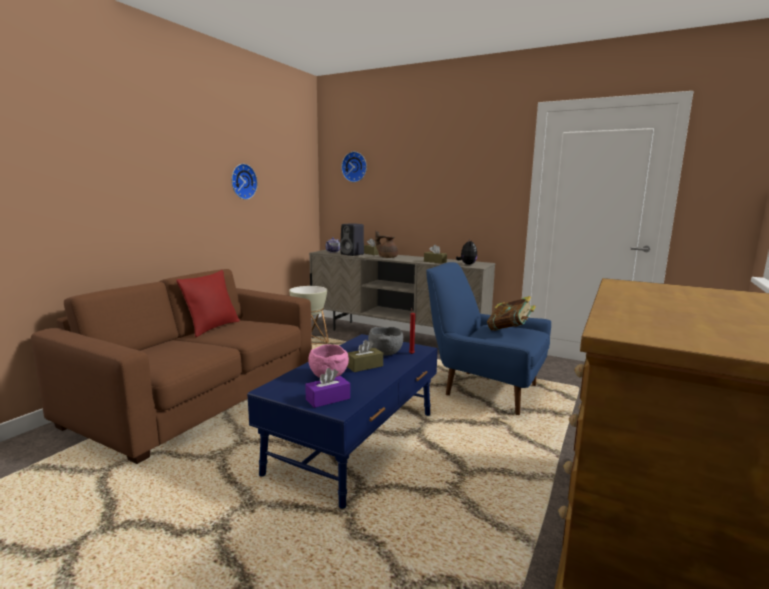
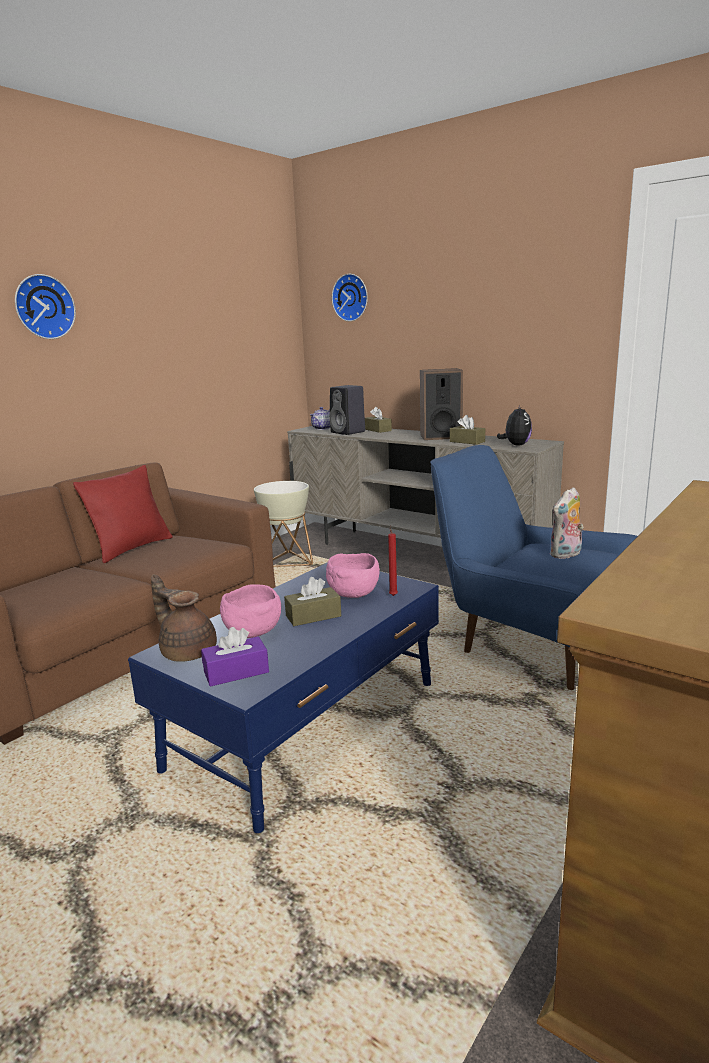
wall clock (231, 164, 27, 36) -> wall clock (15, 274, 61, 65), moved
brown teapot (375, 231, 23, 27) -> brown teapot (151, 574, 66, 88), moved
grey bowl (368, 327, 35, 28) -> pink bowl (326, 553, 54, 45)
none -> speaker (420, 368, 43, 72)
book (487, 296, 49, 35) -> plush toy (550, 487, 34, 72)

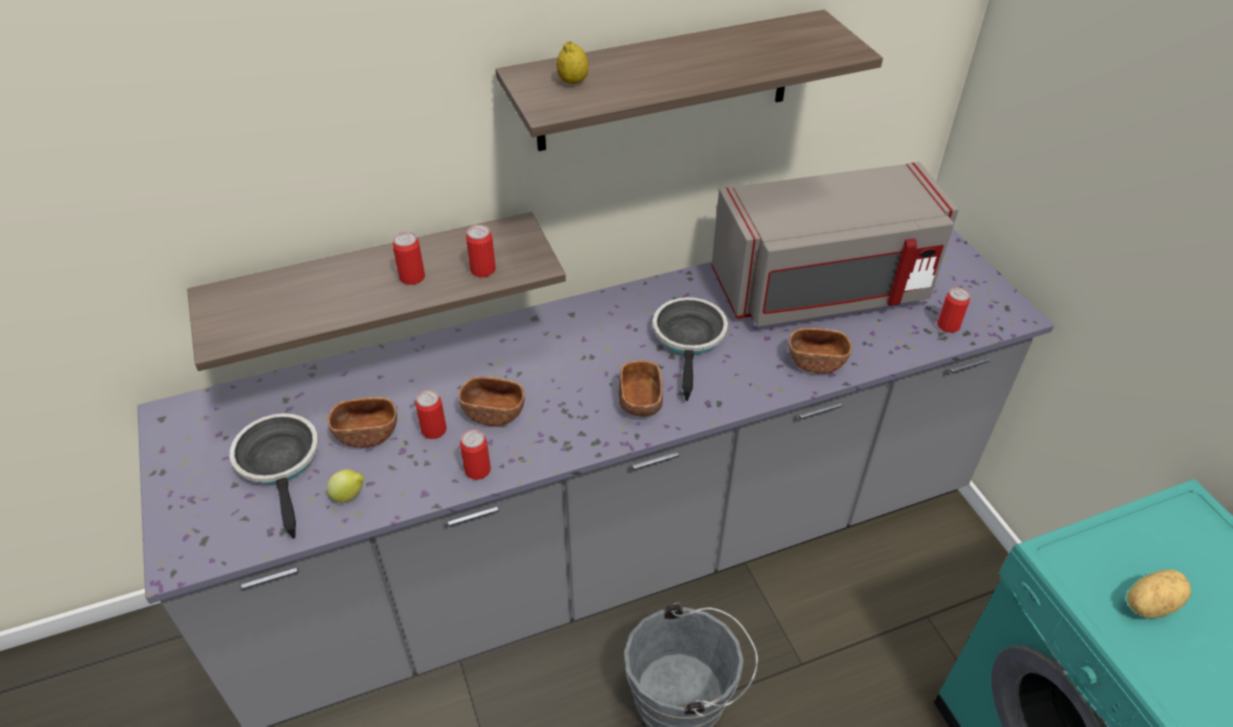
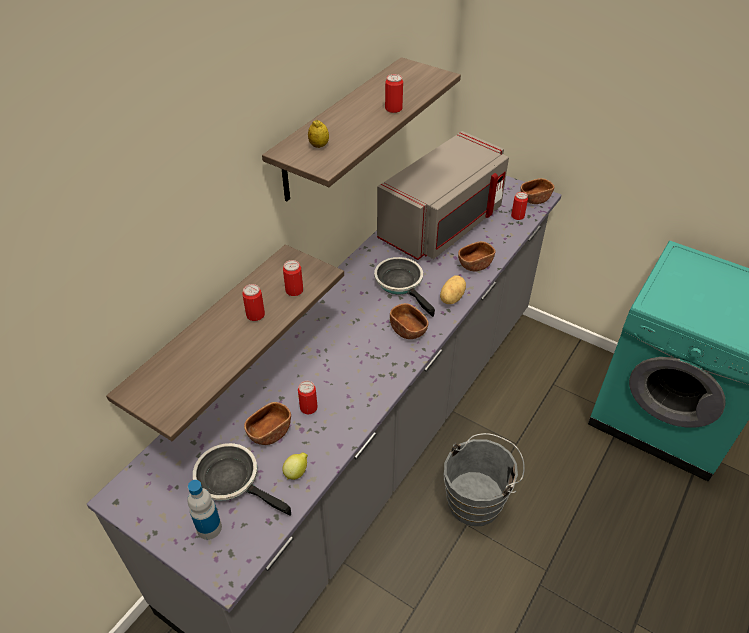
none -> bottle (188, 480, 34, 60)
can (460, 429, 31, 51) -> can (385, 74, 18, 39), moved
potato (1127, 570, 64, 48) -> potato (440, 276, 26, 28), moved
brown bowl (458, 377, 67, 49) -> brown bowl (521, 178, 33, 26), moved

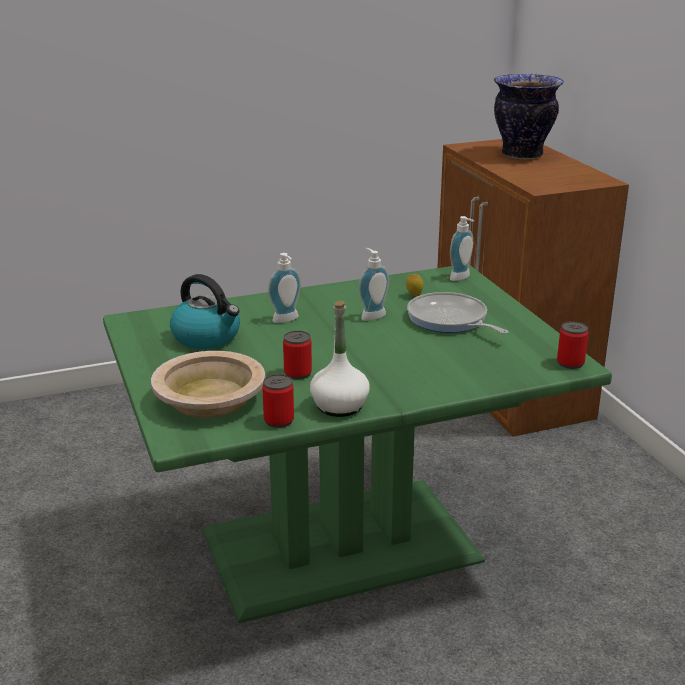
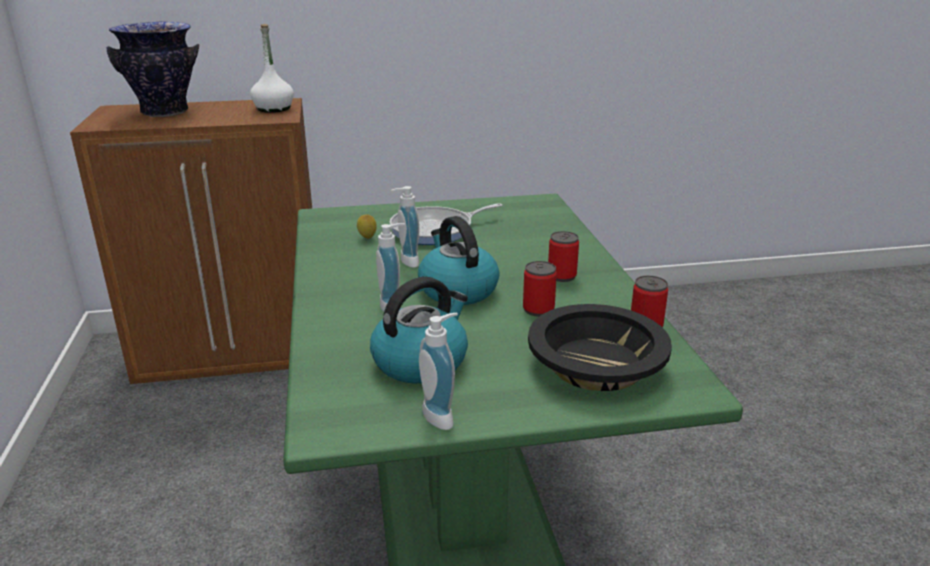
white bottle (310, 301, 60, 116) -> white bottle (250, 24, 44, 89), moved
none -> kettle (418, 216, 82, 89)
soap dispenser (450, 216, 24, 65) -> soap dispenser (419, 313, 39, 117), moved
beige bowl (151, 351, 114, 67) -> black bowl (528, 304, 144, 87)
can (557, 321, 32, 48) -> can (548, 231, 31, 51), moved

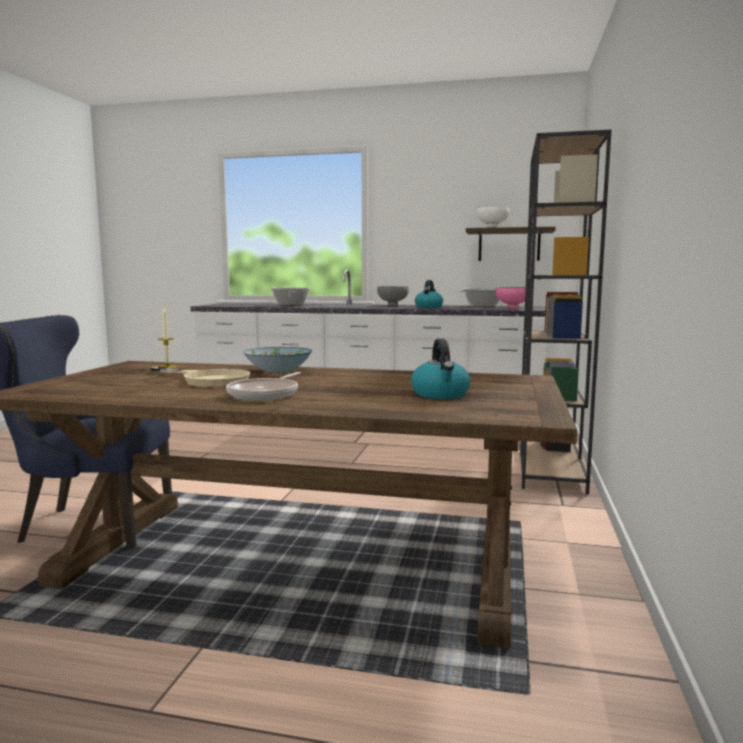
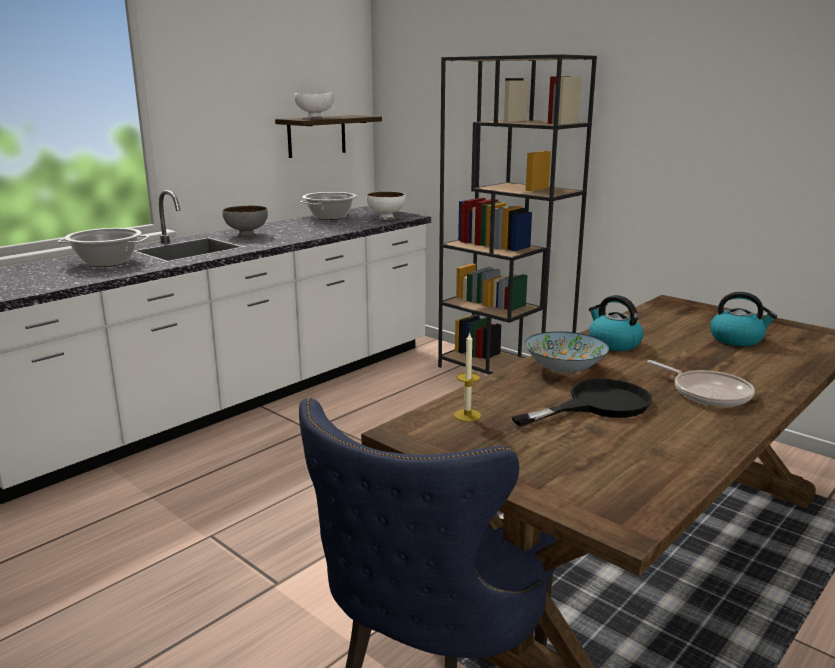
pink bowl (496, 287, 30, 22) -> white bowl (367, 191, 39, 29)
beige frying pan (150, 367, 100, 20) -> black frying pan (512, 379, 140, 47)
kettle (415, 280, 28, 28) -> kettle (589, 295, 54, 56), moved

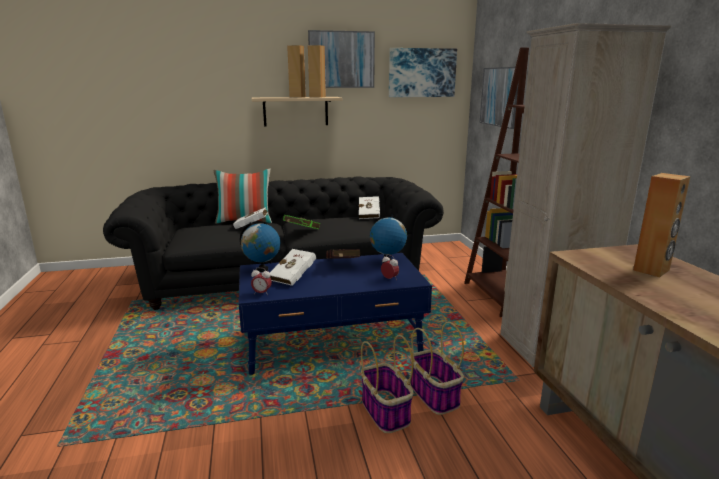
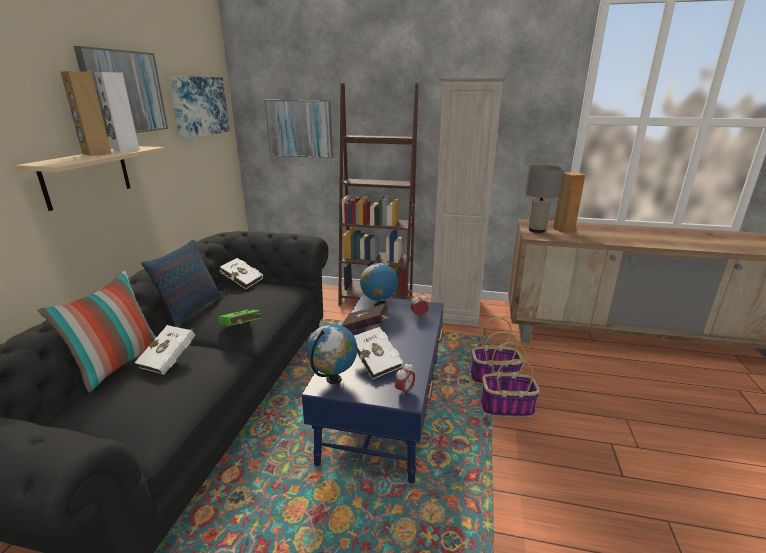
brown speaker (308, 45, 18, 53) -> white speaker (95, 72, 45, 80)
none -> blue pillow (141, 240, 82, 88)
none -> grey table lamp (525, 165, 39, 68)

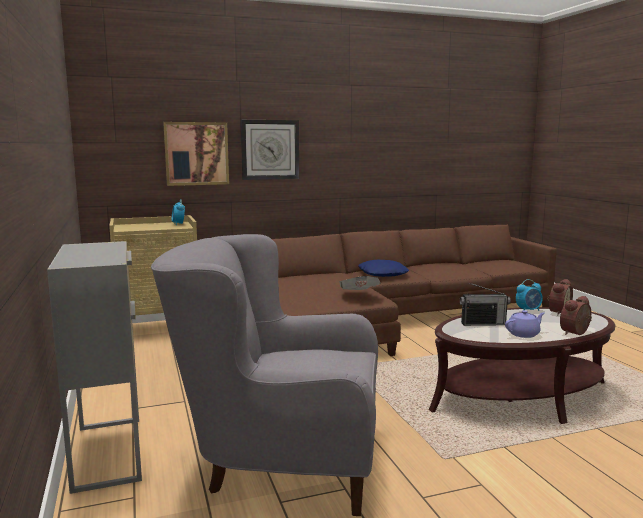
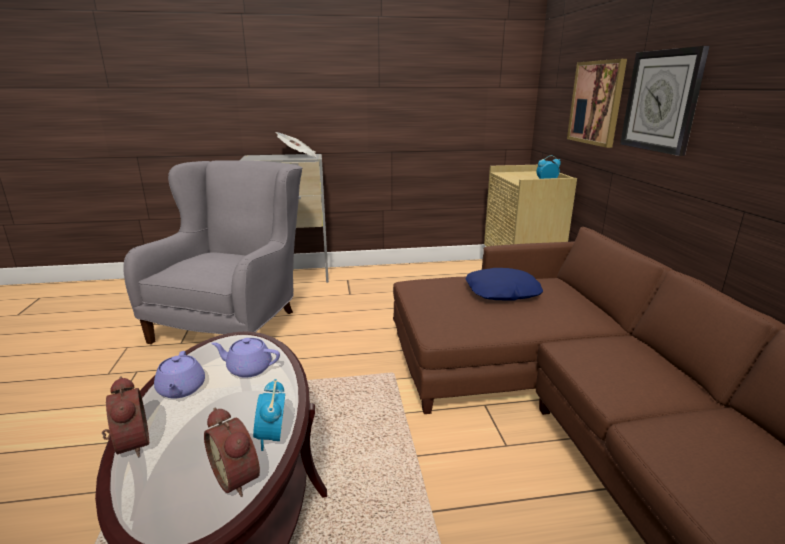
radio (460, 283, 51, 43) -> purple teapot (211, 338, 69, 40)
newspaper (339, 276, 42, 14) -> newspaper (276, 132, 40, 25), moved
blue pillow (358, 260, 51, 17) -> blue pillow (465, 268, 78, 33), moved

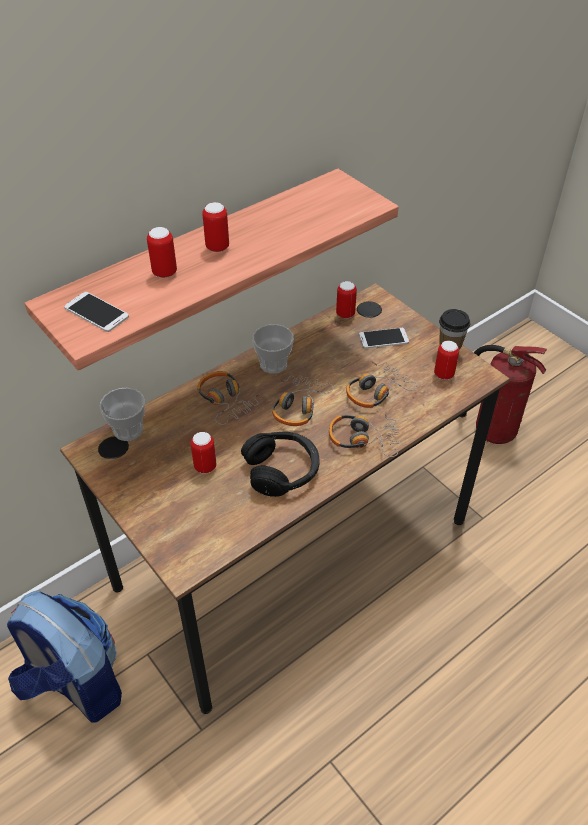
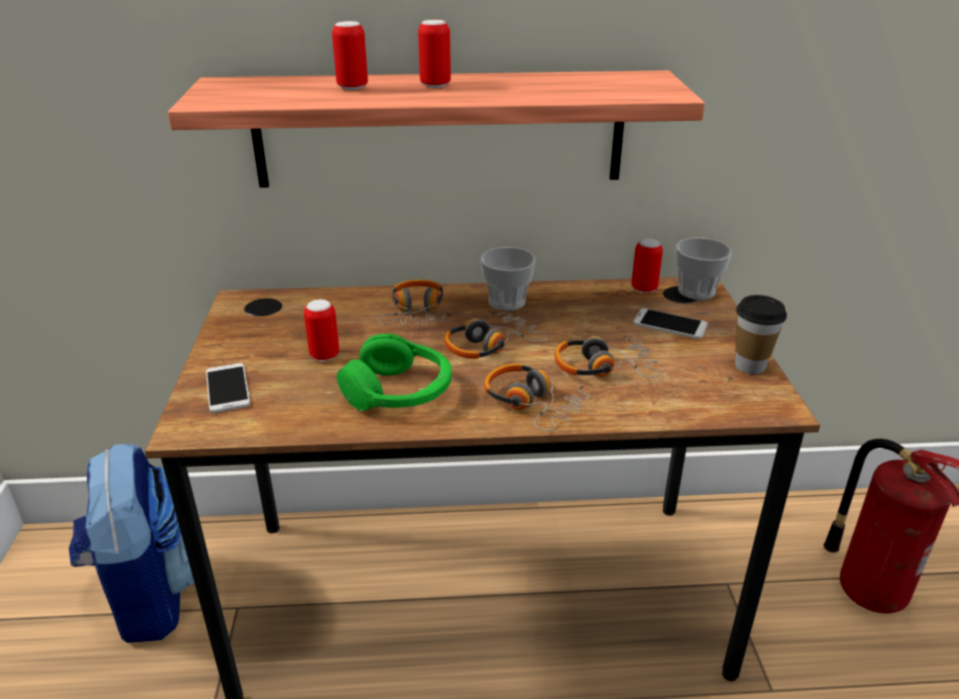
phone (64, 292, 65, 40) -> phone (206, 363, 44, 50), moved
black headphones (241, 432, 78, 65) -> green headphones (337, 333, 115, 78)
cup (100, 388, 45, 53) -> cup (676, 238, 56, 62), moved
can (434, 341, 25, 39) -> none

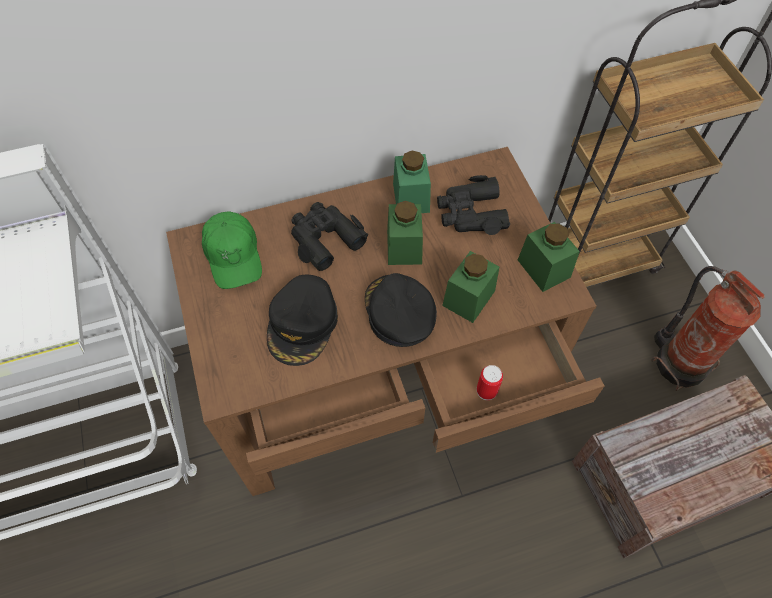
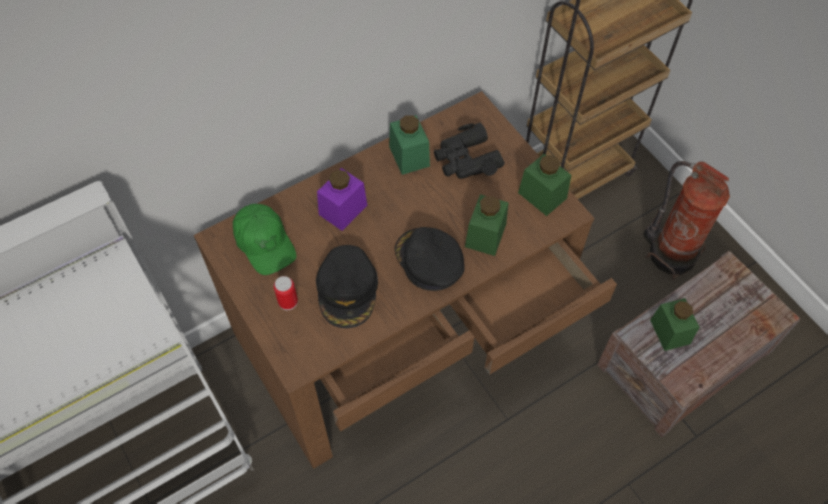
can (477, 365, 26, 35) -> can (274, 276, 24, 34), moved
black binoculars (291, 202, 77, 69) -> purple jar (317, 168, 51, 63)
green jar (387, 201, 36, 64) -> green jar (650, 298, 49, 53), moved

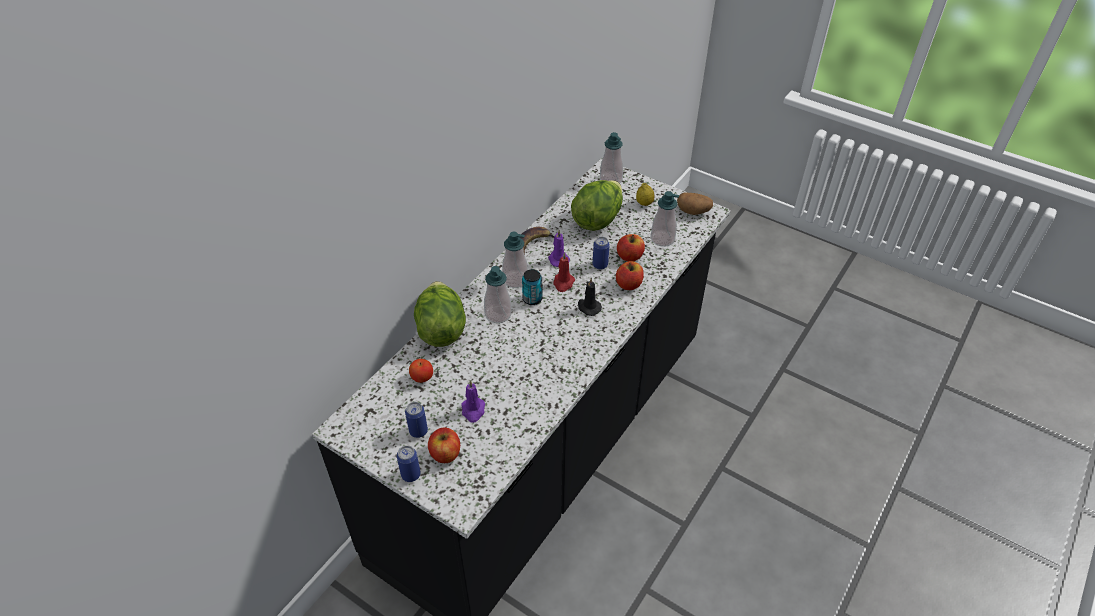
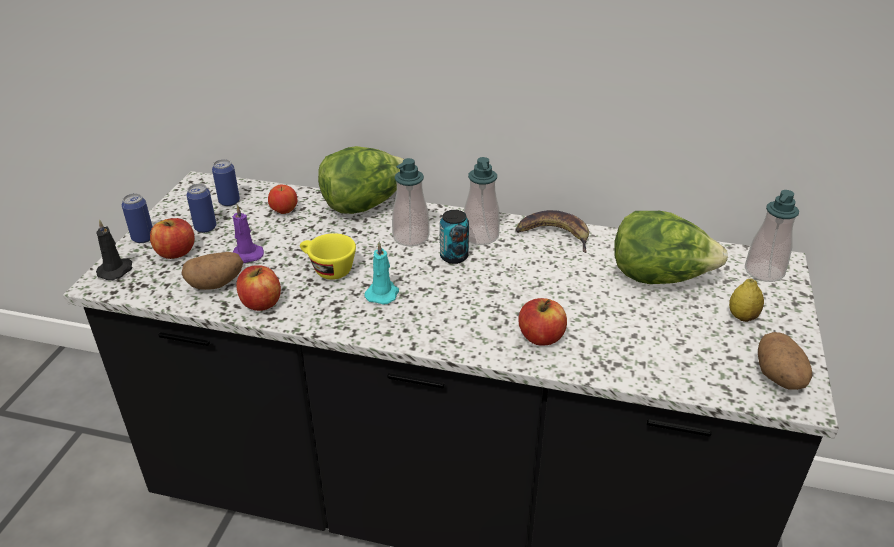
black candle (578, 278, 24, 38) -> black candle (96, 219, 36, 62), moved
none -> potato (182, 252, 61, 38)
can (593, 237, 17, 33) -> can (212, 159, 28, 47), moved
apple (617, 234, 28, 27) -> apple (236, 265, 45, 46), moved
none -> yellow cup (300, 233, 56, 47)
none -> turquoise candle (364, 242, 35, 63)
purple candle (548, 230, 22, 37) -> none
red candle (553, 252, 22, 40) -> none
soap dispenser (650, 191, 29, 56) -> none

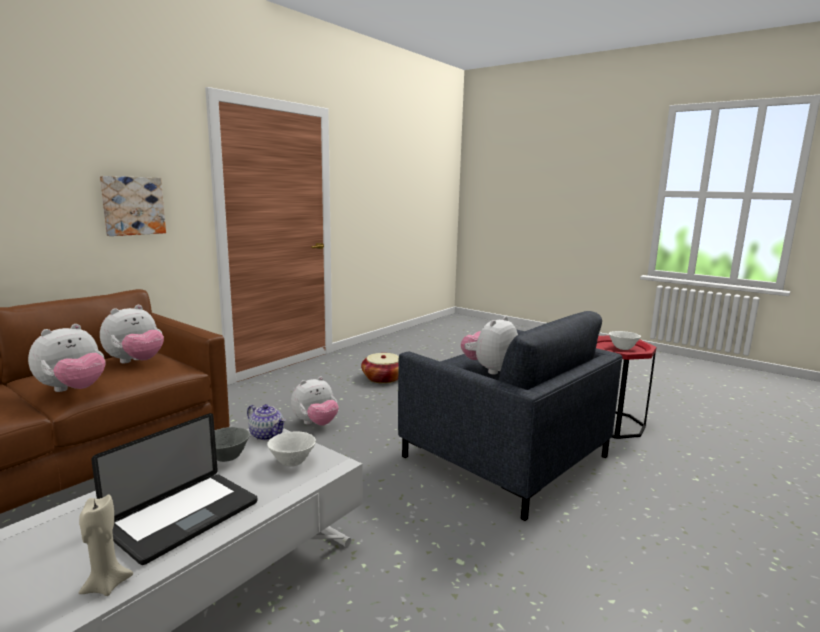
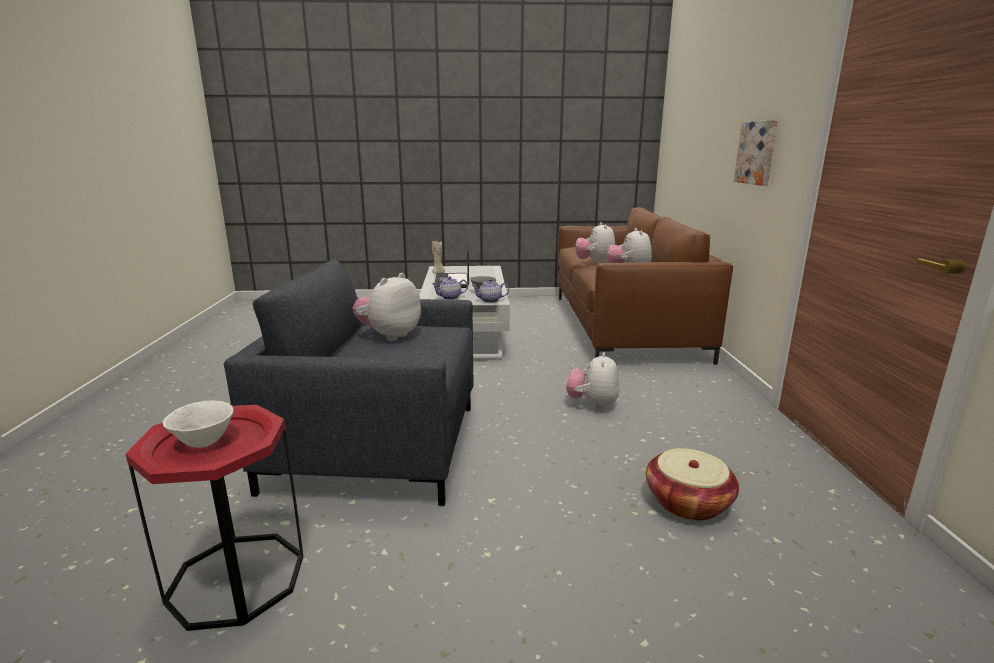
plush toy (461, 316, 57, 58) -> plush toy (352, 273, 69, 68), 150 degrees counterclockwise
white bowl (267, 431, 49, 36) -> teapot (432, 276, 36, 24)

